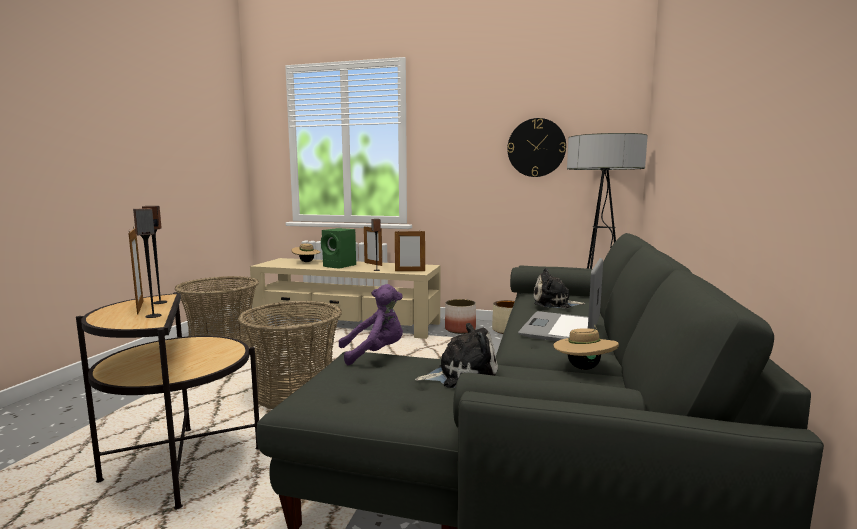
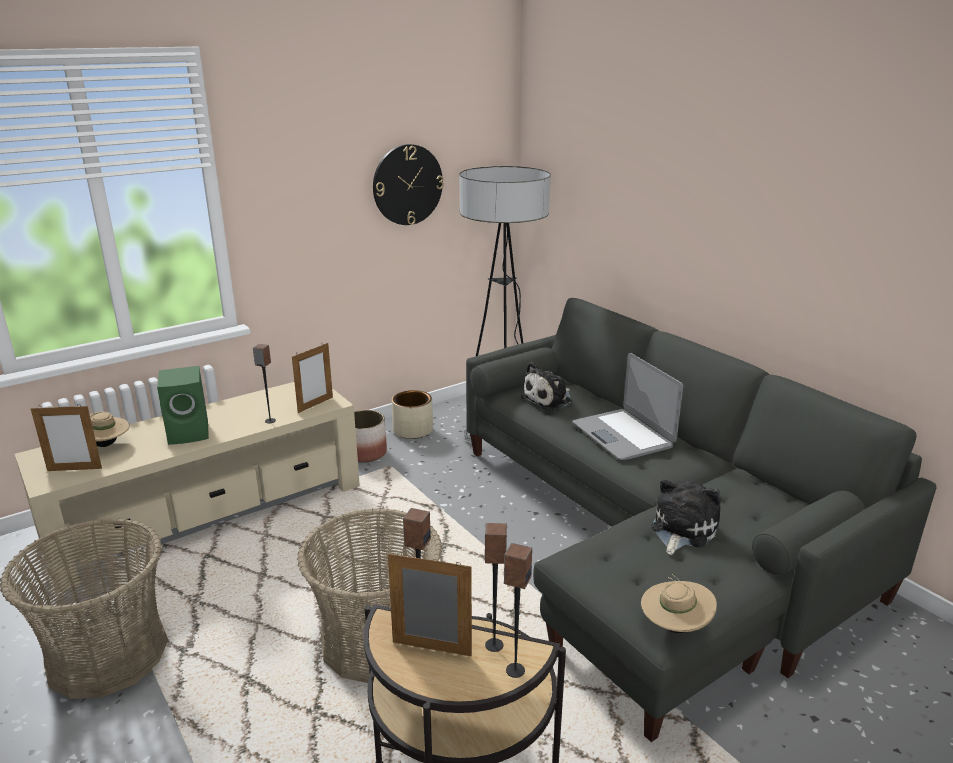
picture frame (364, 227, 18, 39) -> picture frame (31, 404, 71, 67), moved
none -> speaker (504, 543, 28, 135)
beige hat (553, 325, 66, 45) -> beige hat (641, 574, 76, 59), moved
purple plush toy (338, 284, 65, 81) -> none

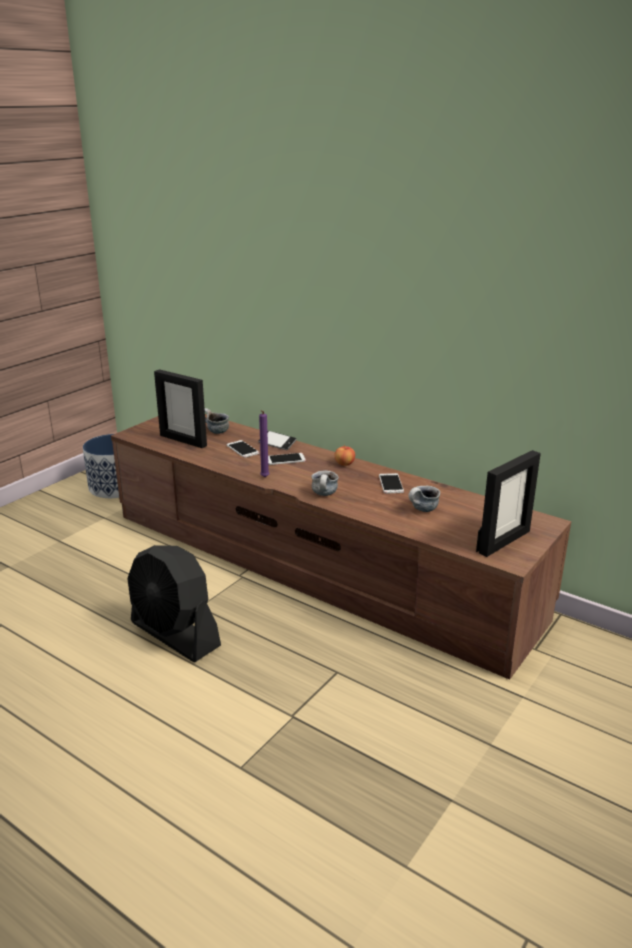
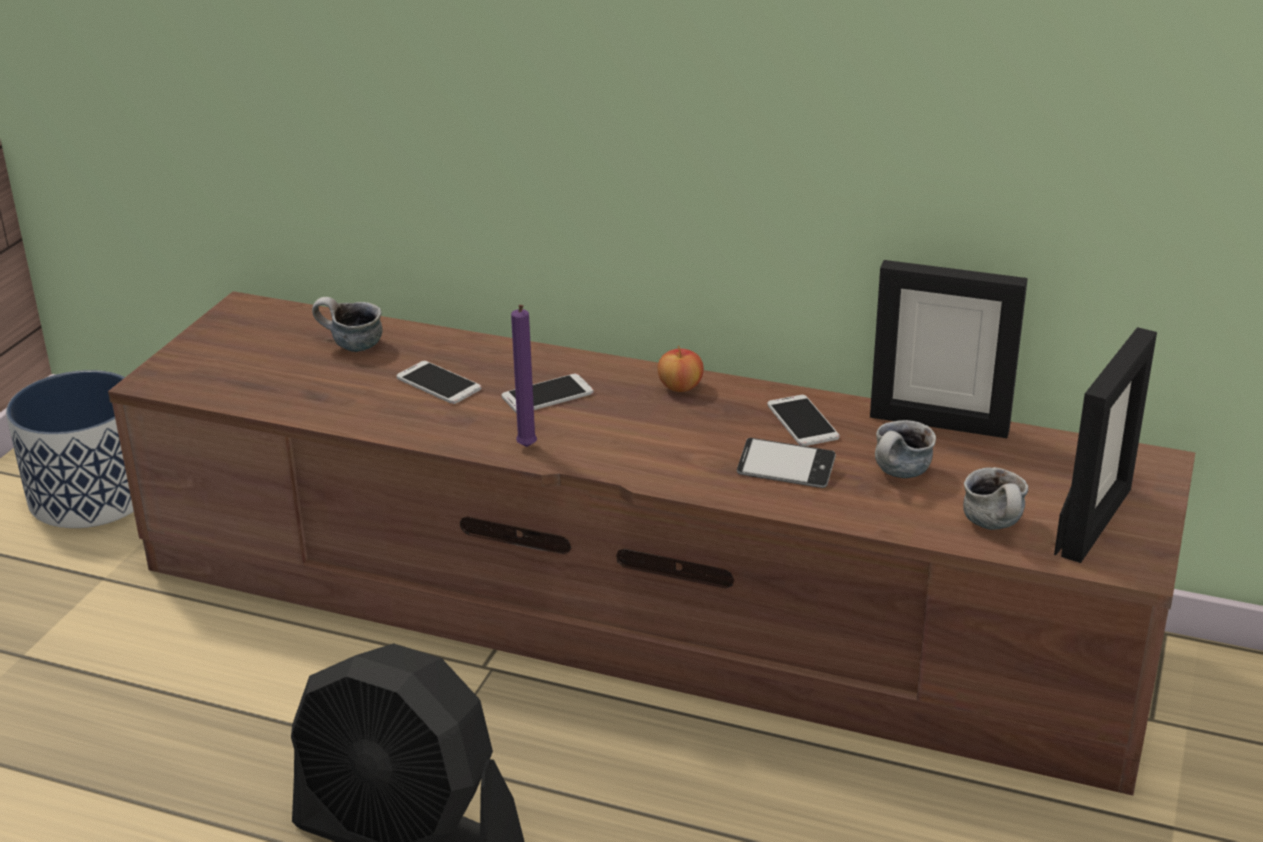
phone (258, 431, 39, 19) -> phone (737, 438, 99, 50), moved
picture frame (154, 369, 53, 79) -> picture frame (870, 260, 158, 178), moved
mug (312, 470, 27, 26) -> mug (963, 467, 65, 63), moved

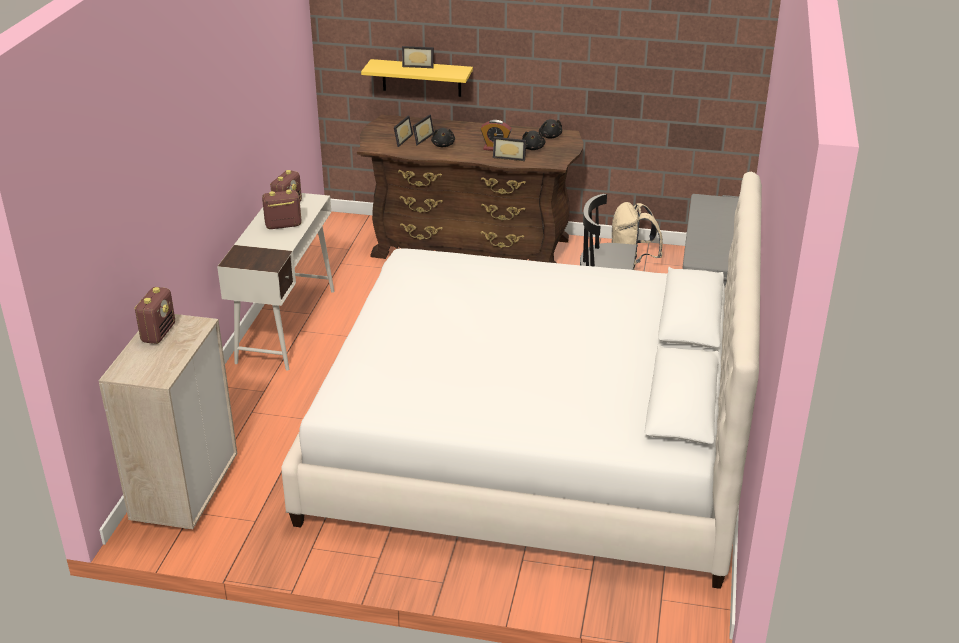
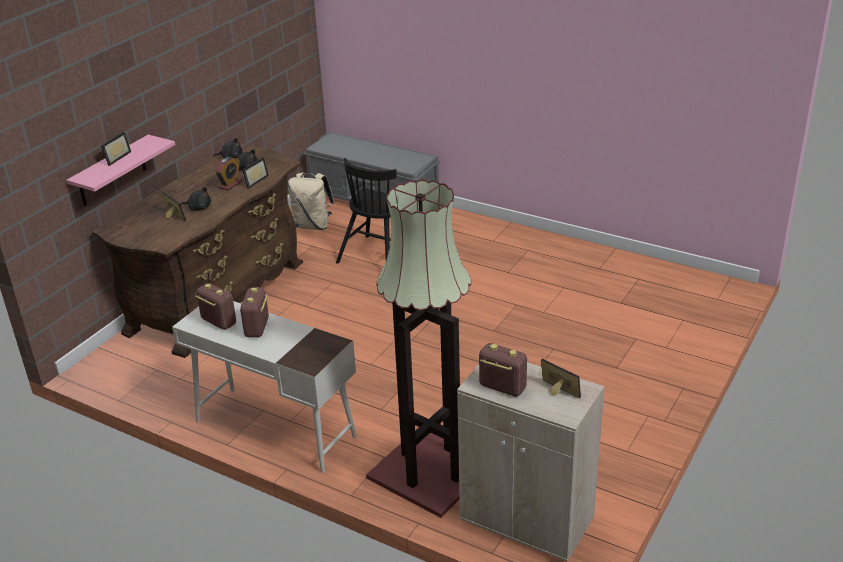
yellow shelf (361, 59, 112, 38) -> pink shelf (66, 135, 109, 71)
none -> floor lamp (366, 179, 106, 339)
picture frame (394, 116, 19, 31) -> picture frame (541, 359, 40, 39), moved
white bed (281, 172, 481, 417) -> none

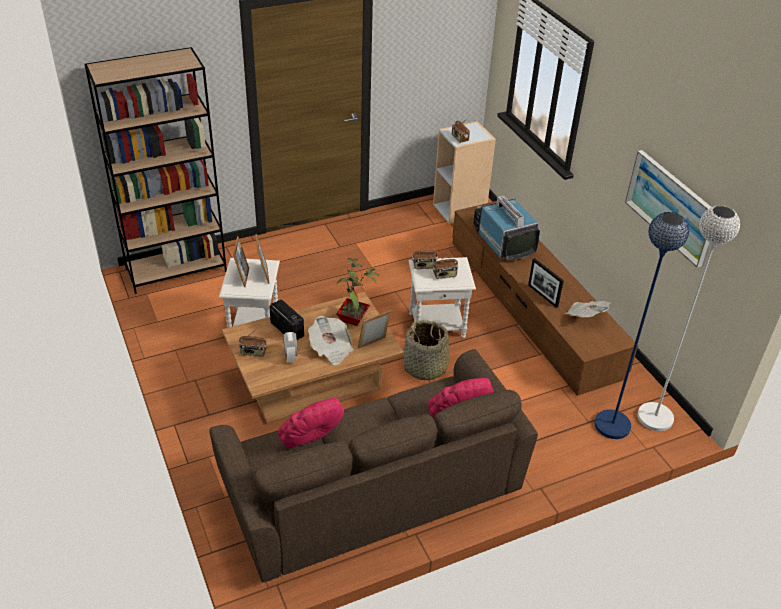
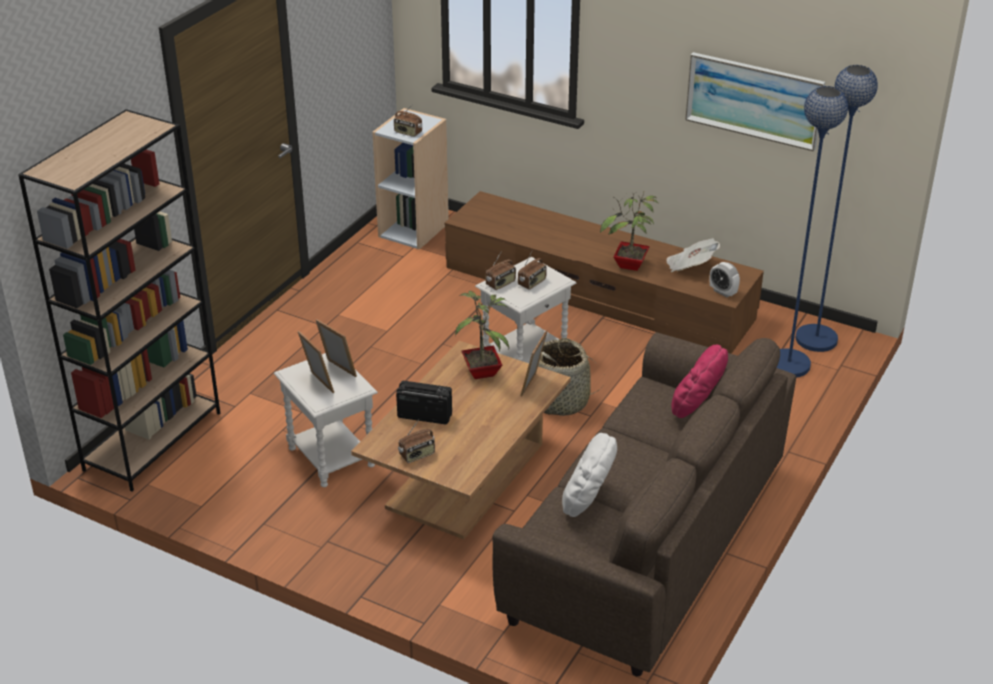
pink pillow (278, 398, 66, 49) -> white pillow (562, 433, 55, 84)
picture frame (528, 258, 36, 50) -> potted plant (600, 192, 59, 79)
alarm clock (283, 332, 15, 31) -> alarm clock (710, 262, 30, 36), moved
white floor lamp (637, 205, 103, 226) -> blue floor lamp (795, 65, 83, 287)
newspaper (308, 316, 46, 49) -> none
television (473, 195, 67, 65) -> none

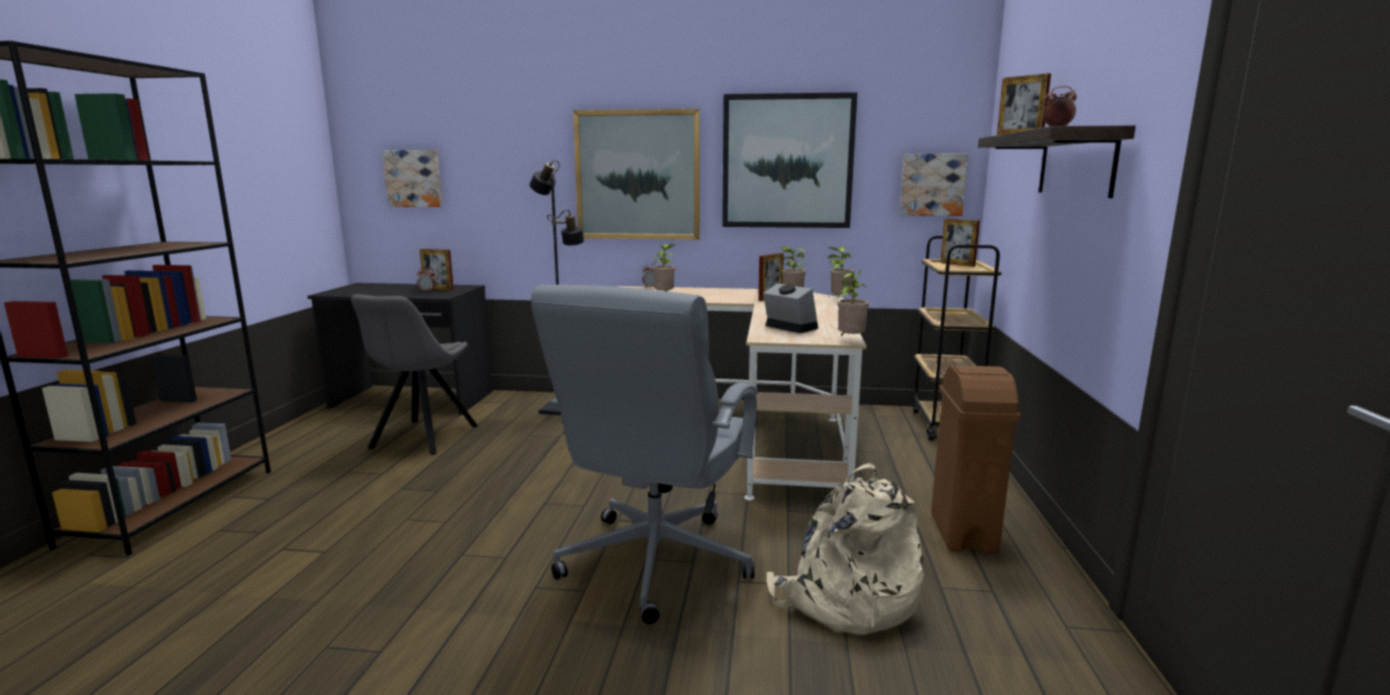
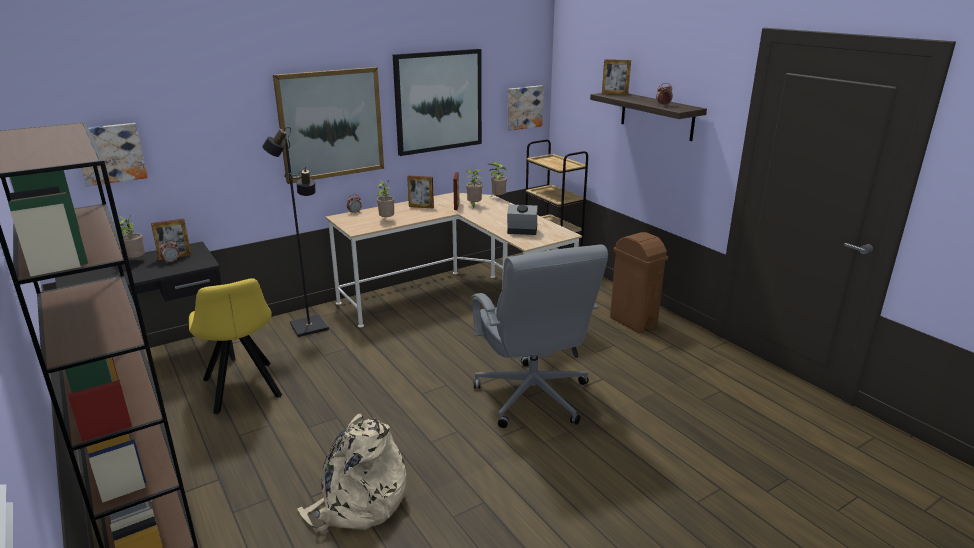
potted plant (837, 270, 32, 66) -> potted plant (119, 215, 26, 43), moved
grey chair (351, 294, 127, 161) -> yellow chair (189, 278, 93, 136)
beige backpack (766, 463, 158, 172) -> beige backpack (297, 414, 109, 118), moved
picture frame (940, 219, 40, 48) -> picture frame (407, 176, 27, 32), moved

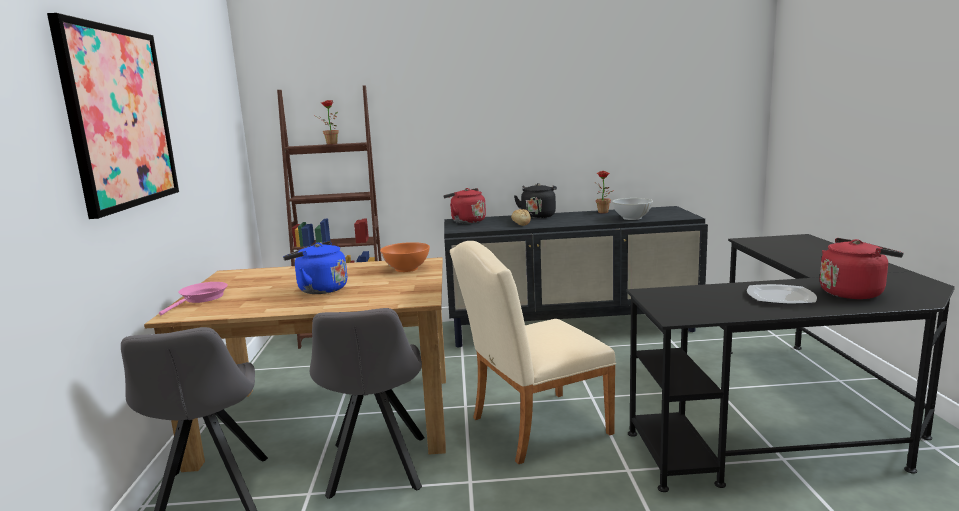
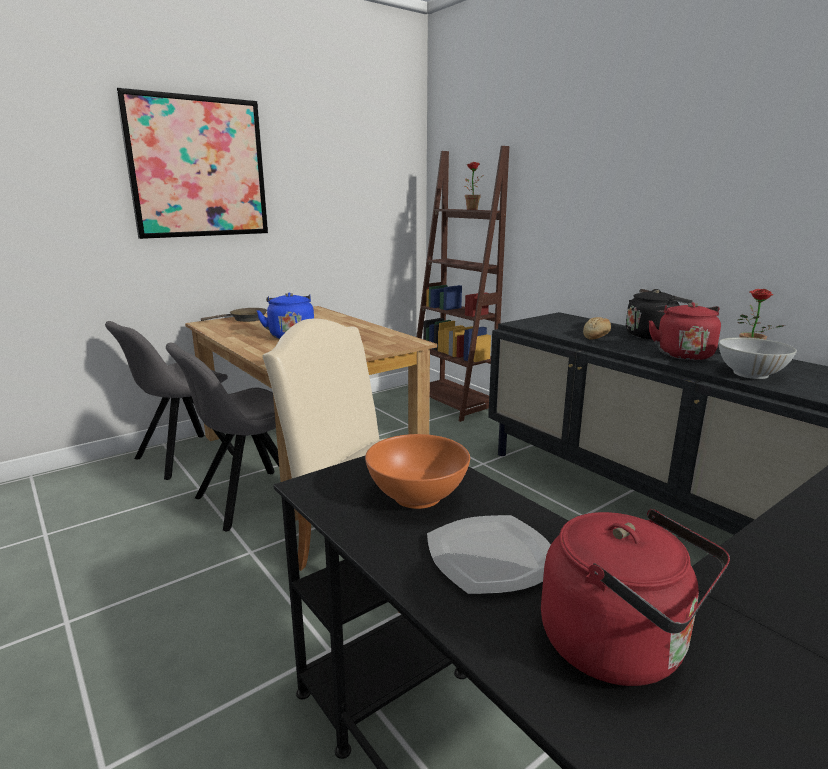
pink frying pan (159, 282, 69, 33) -> brown frying pan (201, 308, 66, 14)
orange bowl (380, 242, 50, 30) -> orange bowl (365, 434, 105, 75), moved
red kettle (443, 188, 43, 36) -> red kettle (649, 302, 72, 58), moved

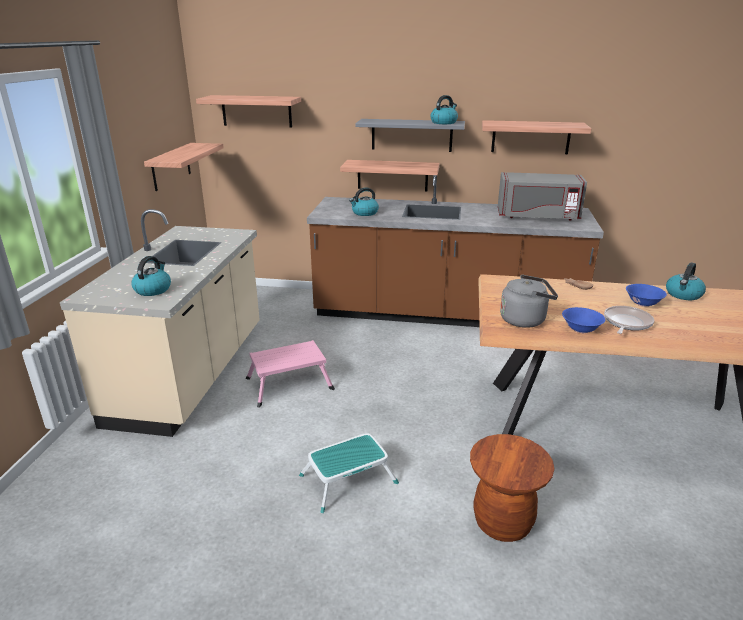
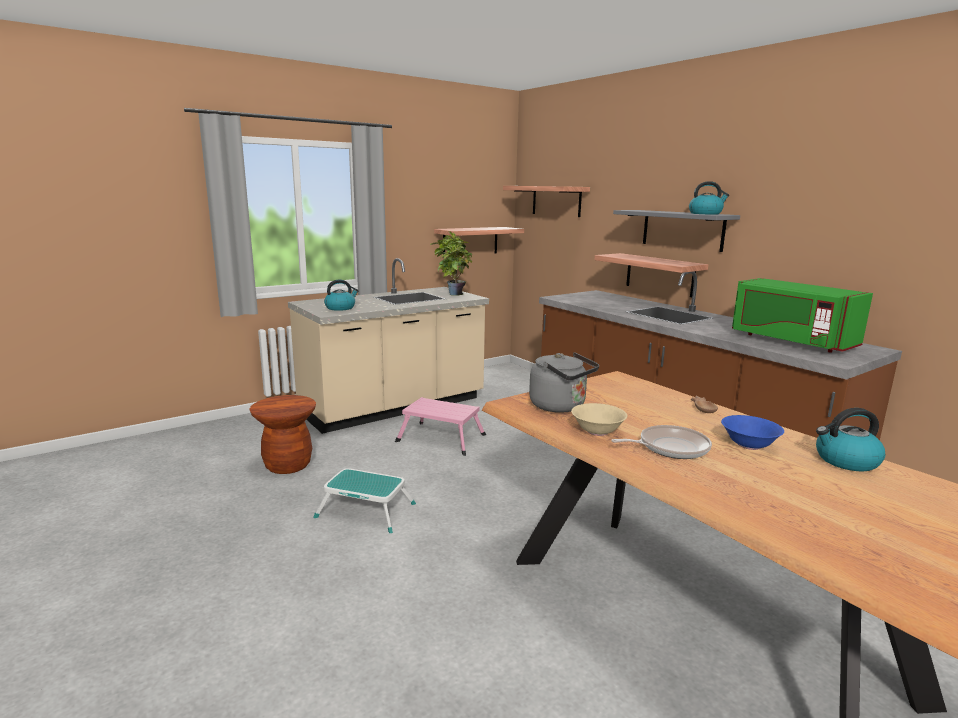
brown stool (470, 434, 84, 108) -> brown stool (250, 395, 66, 79), moved
none -> potted plant (430, 231, 42, 65)
blue bowl (562, 307, 44, 26) -> beige bowl (571, 403, 56, 33)
grey microwave (498, 172, 89, 49) -> green microwave (732, 278, 141, 75)
kettle (349, 187, 30, 29) -> none
shelf (482, 120, 109, 34) -> none

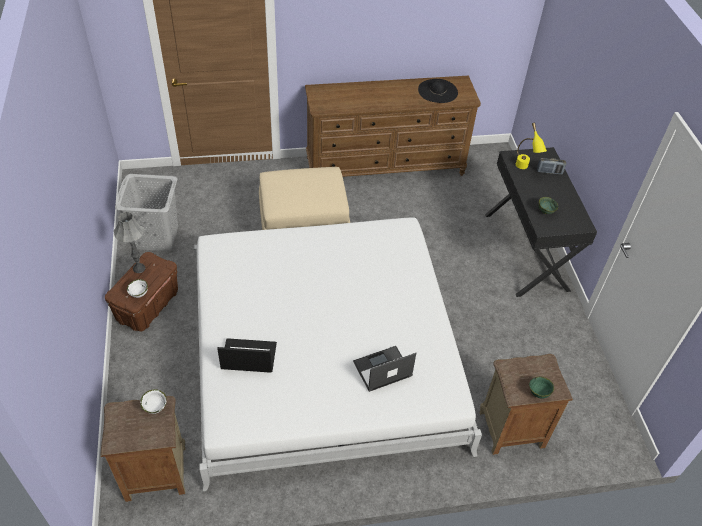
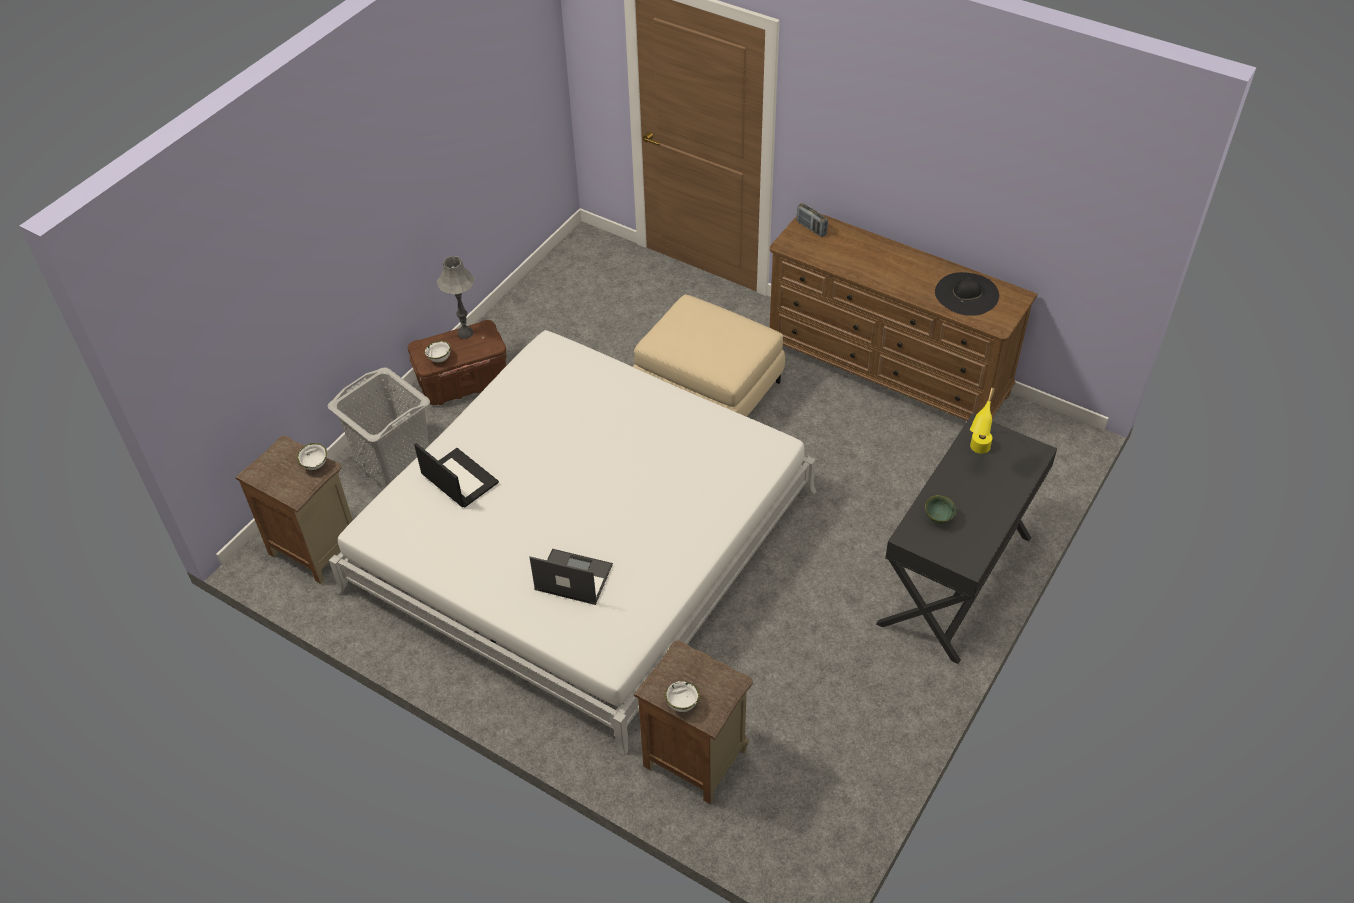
grey laundry basket (115, 174, 63, 77) -> grey laundry basket (328, 367, 102, 122), moved
green bowl (529, 377, 25, 22) -> white bowl (665, 681, 35, 31)
radio (537, 158, 29, 17) -> radio (797, 203, 31, 34), moved

